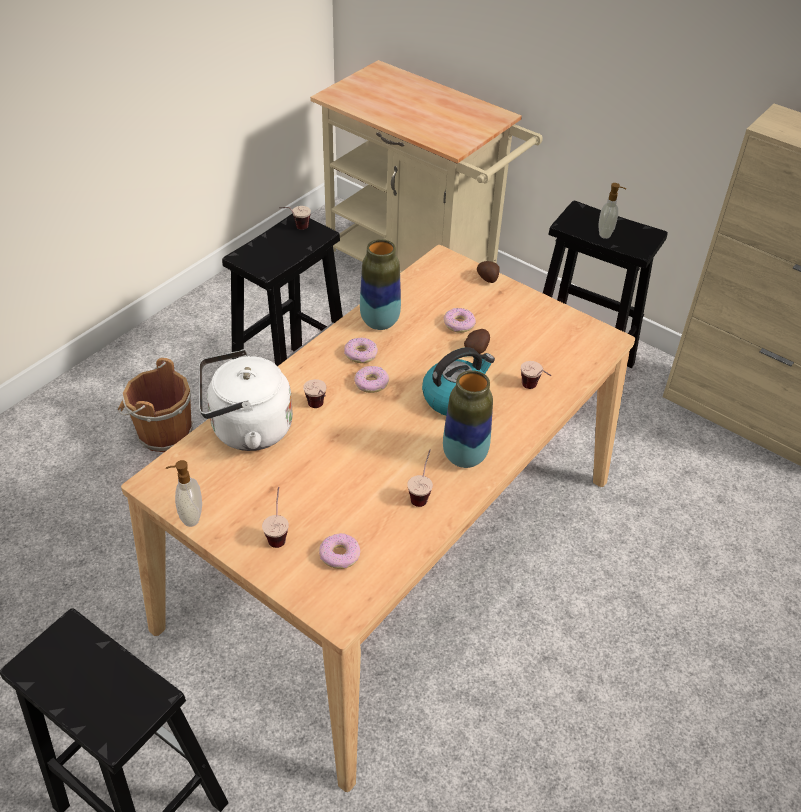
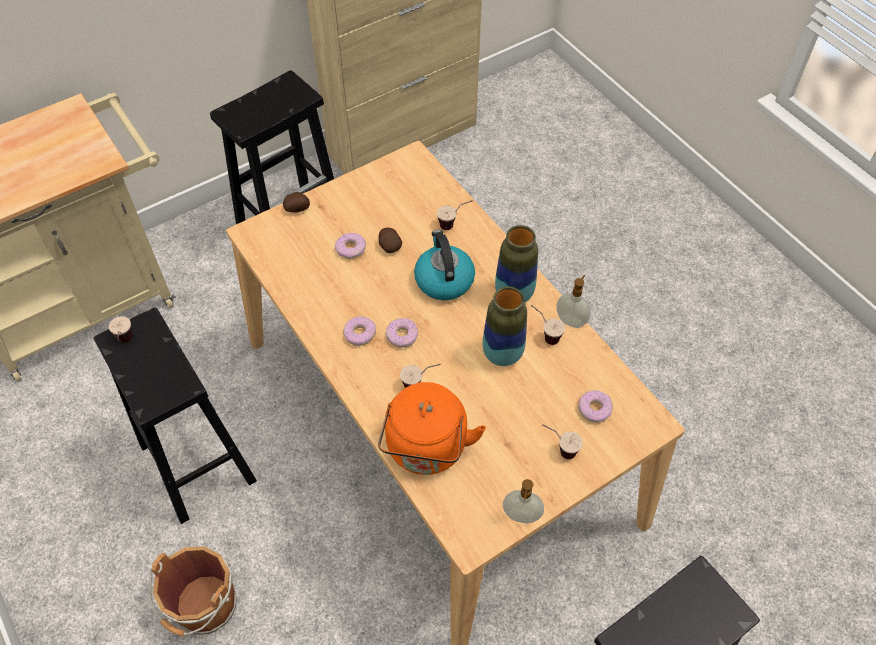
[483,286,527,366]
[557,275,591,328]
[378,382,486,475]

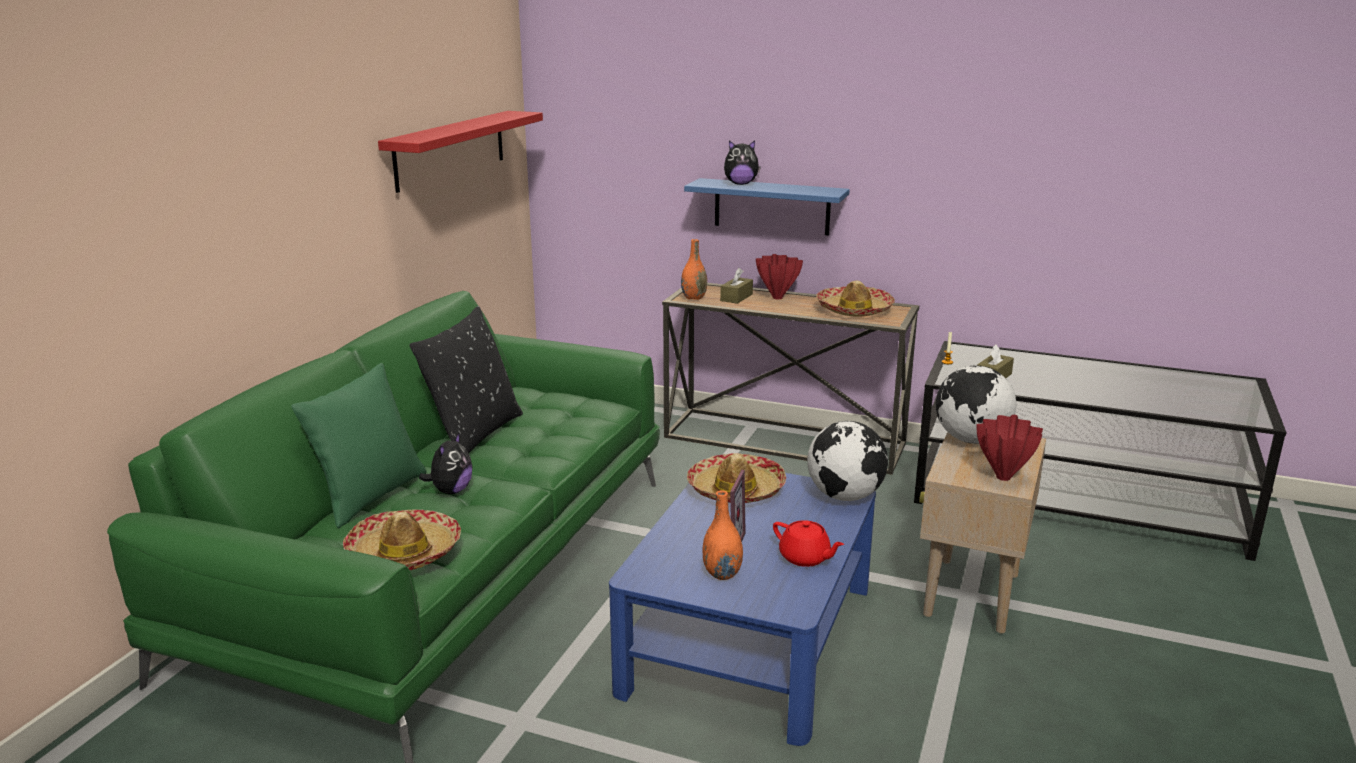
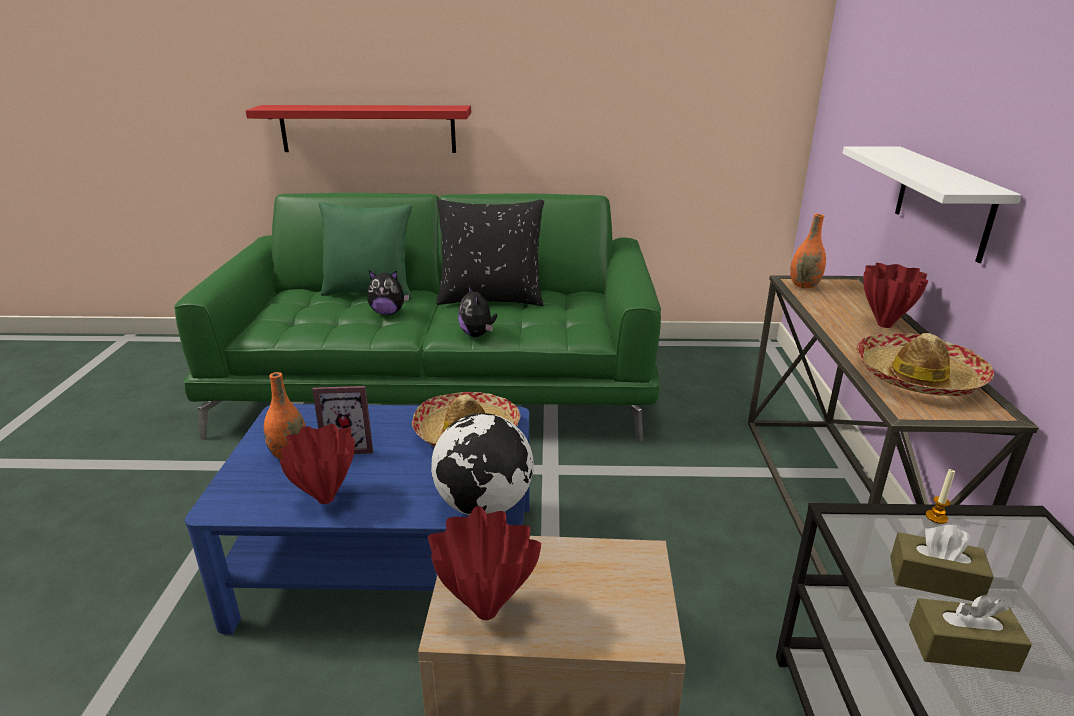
[343,509,461,570] (first image)
[936,366,1016,444] (first image)
[246,105,471,153]
[909,595,1032,672]
[458,285,497,337]
[280,424,355,504]
[842,146,1021,263]

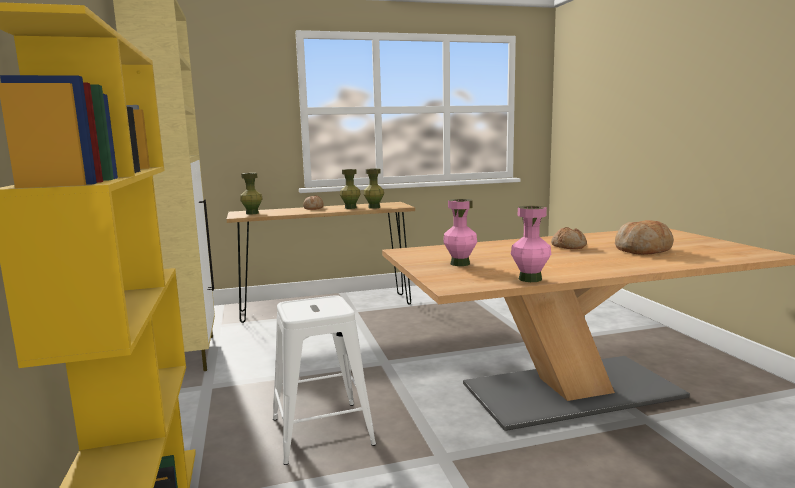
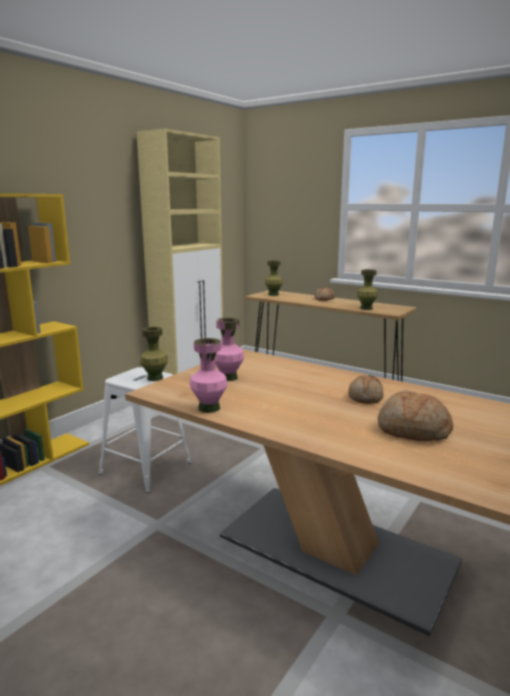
[140,327,168,381]

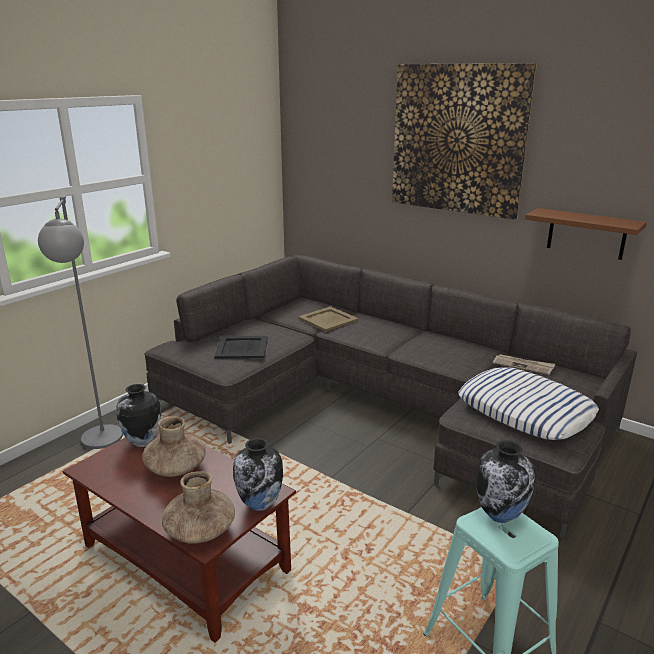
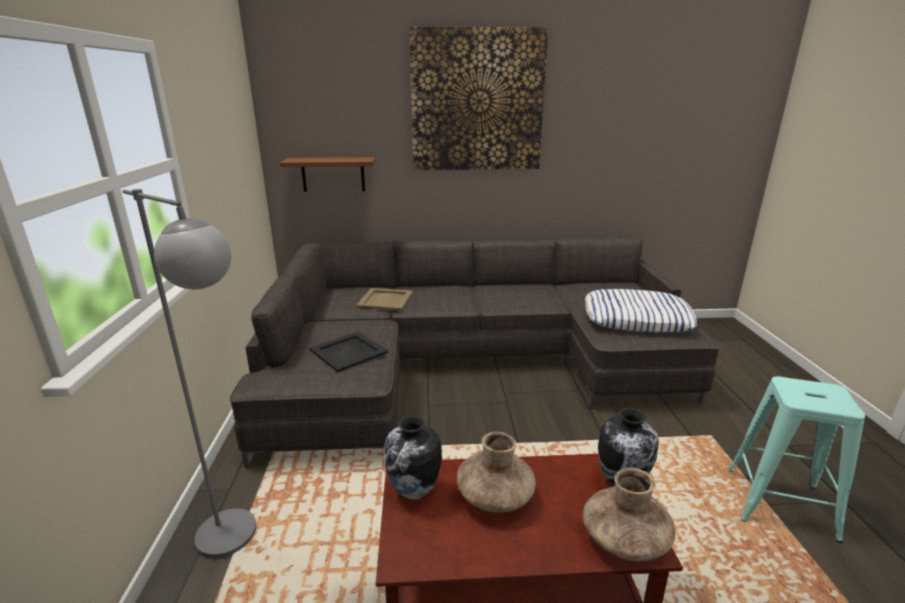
[476,440,536,523] (first image)
[493,354,555,375] (first image)
[280,157,376,192]

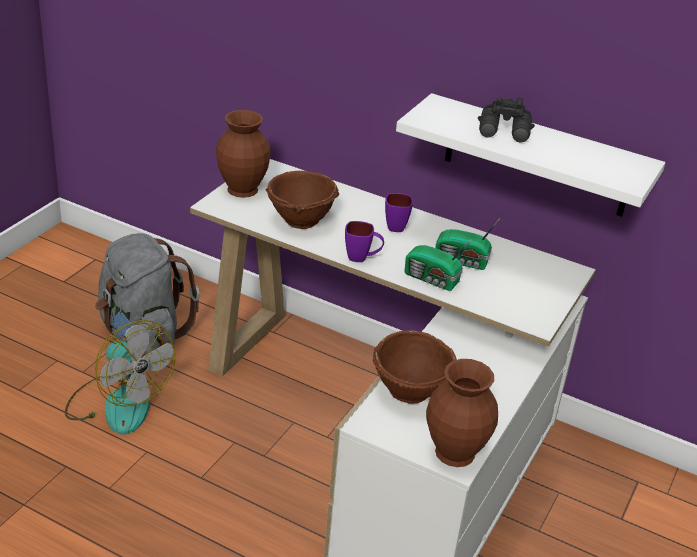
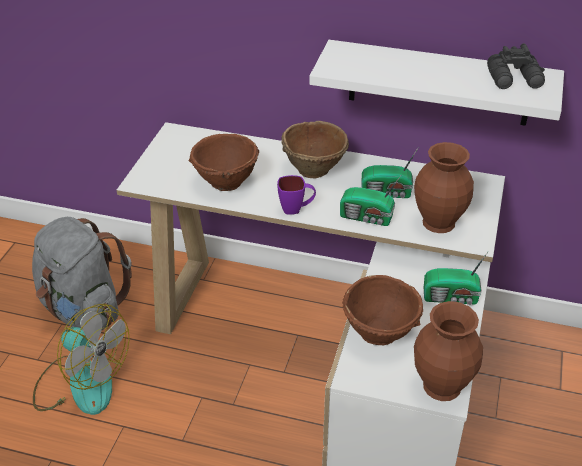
[424,252,488,305]
[414,142,474,233]
[487,43,545,89]
[281,121,349,178]

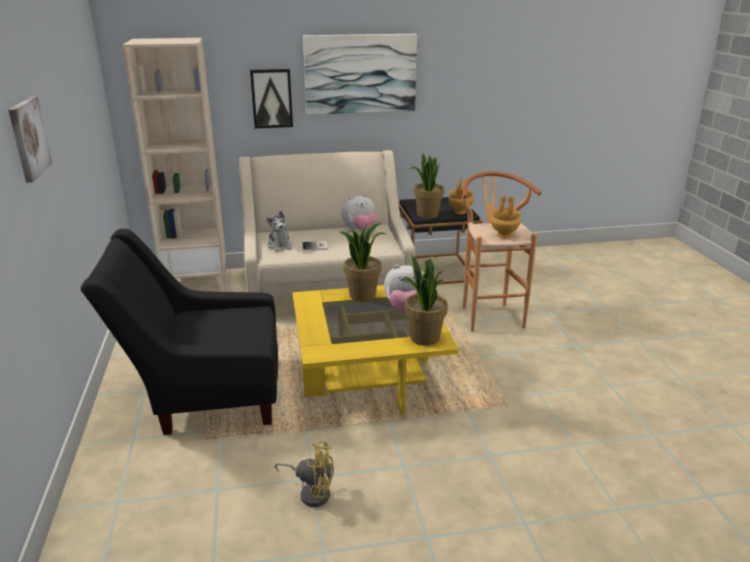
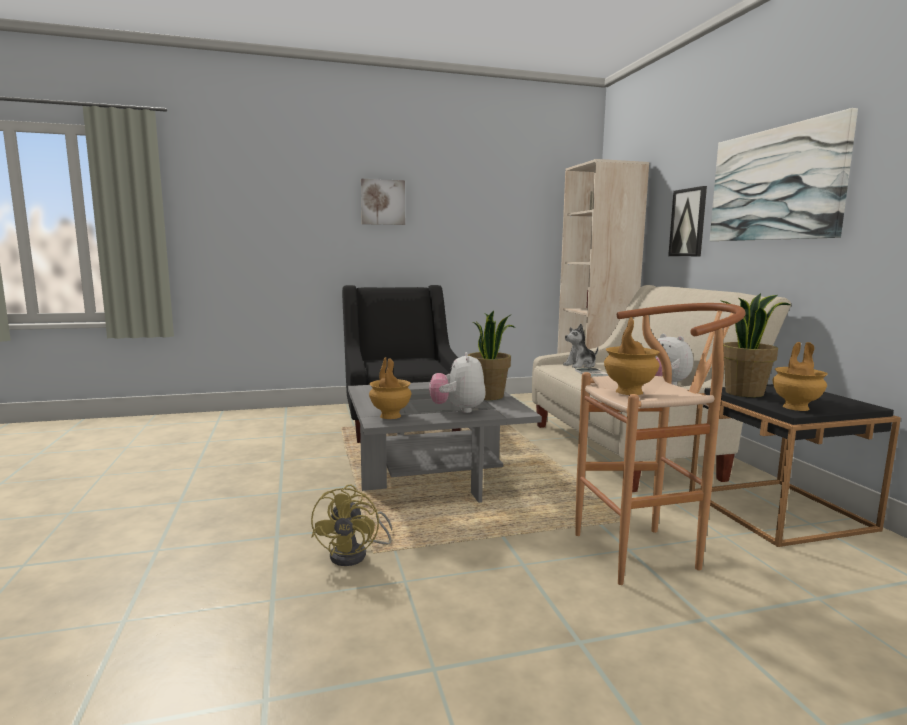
[311,484,392,566]
[369,357,411,419]
[348,382,542,503]

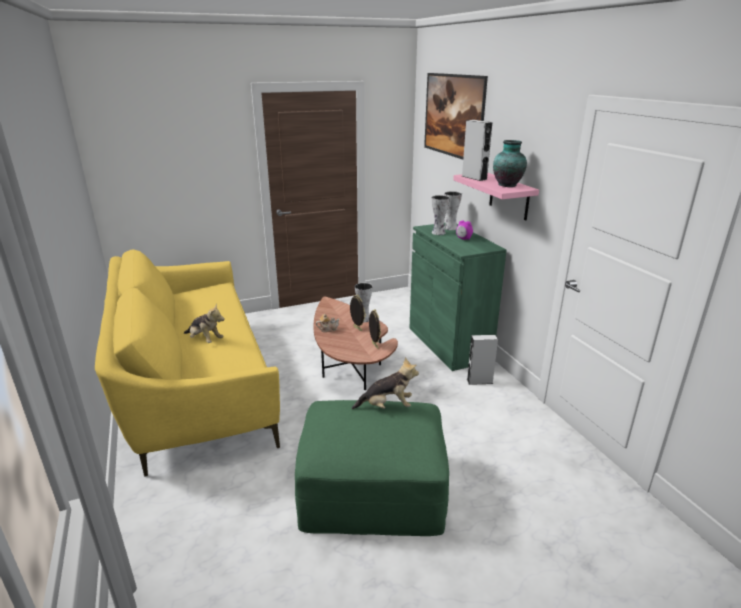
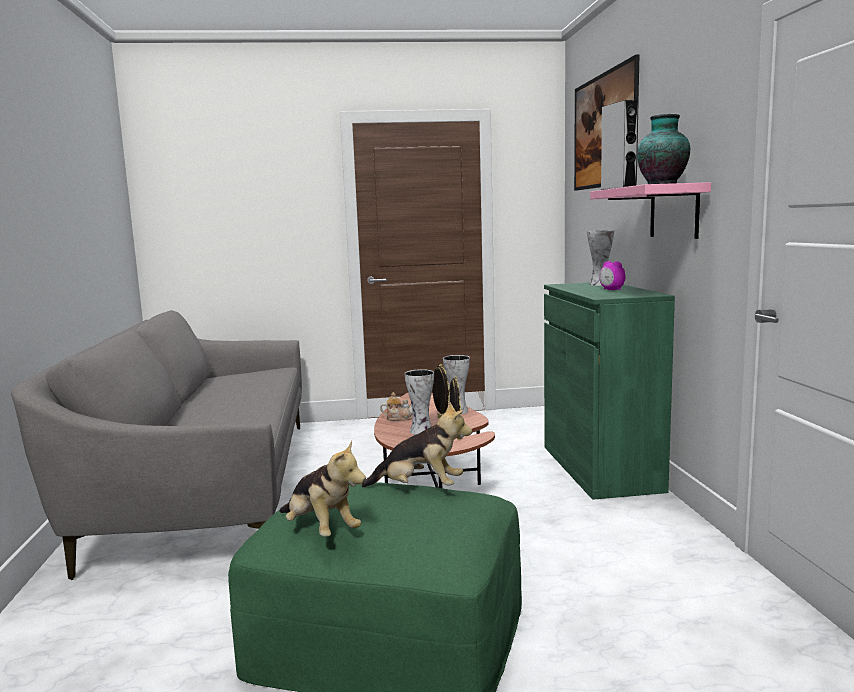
[467,335,498,385] (first image)
[280,440,366,537]
[404,369,434,435]
[11,310,302,580]

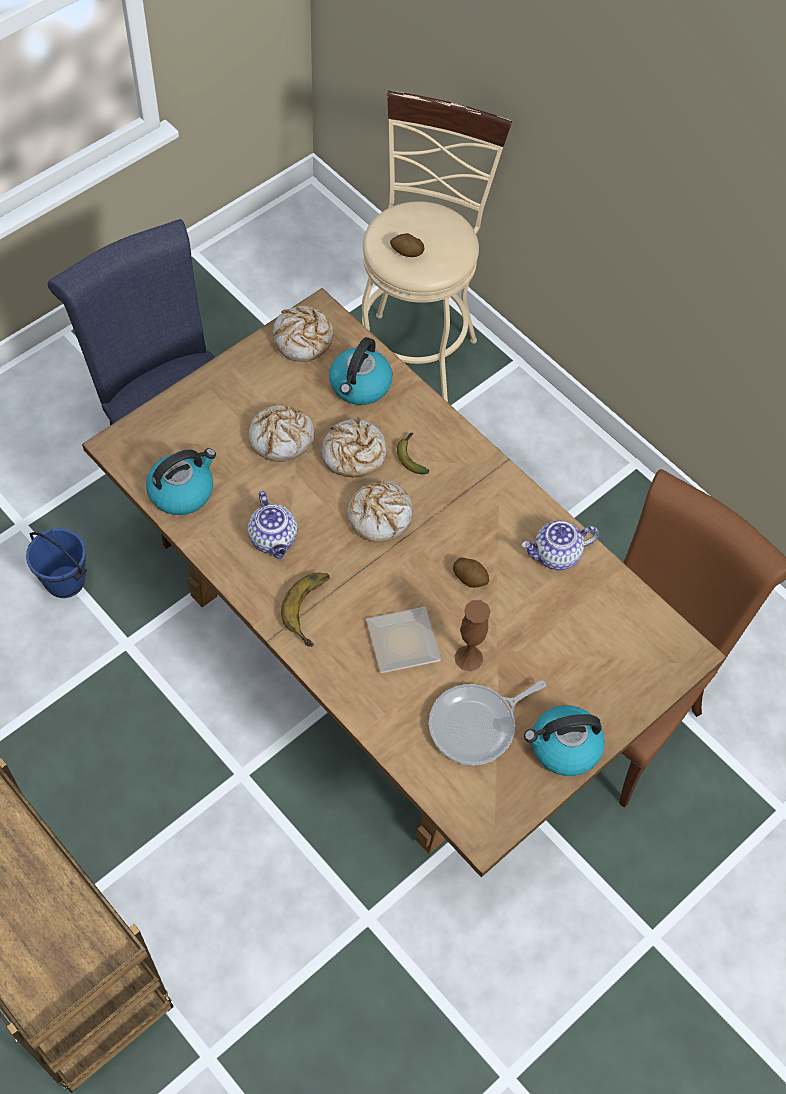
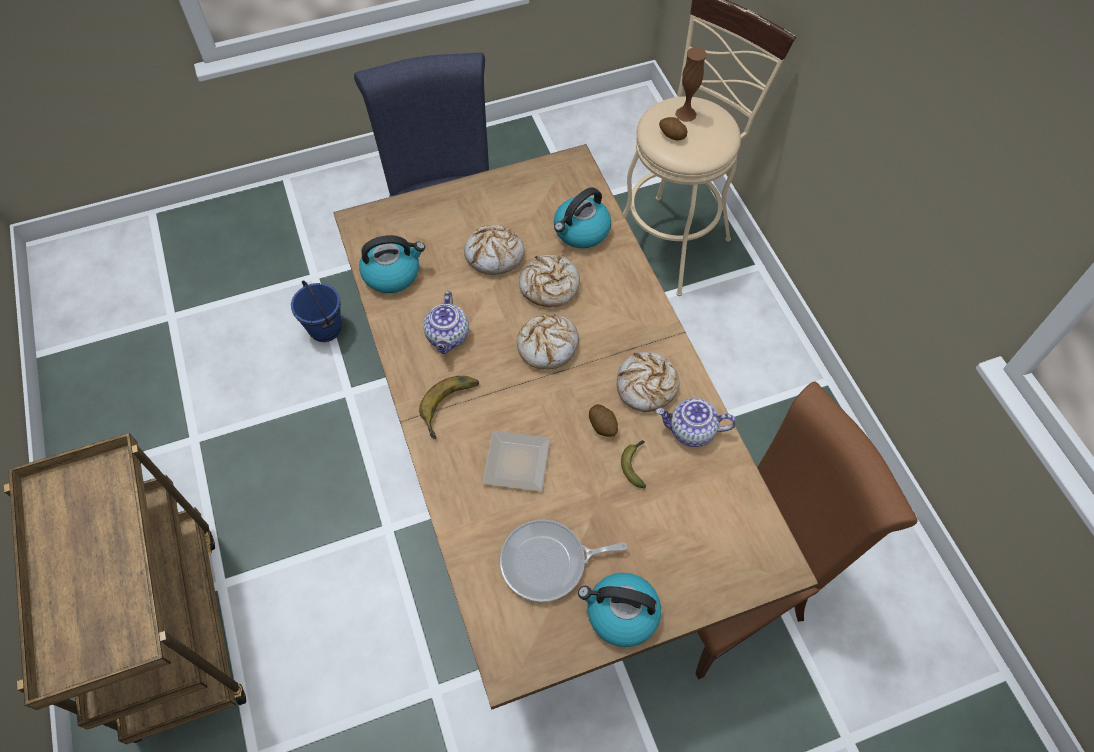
[617,352,679,412]
[621,440,646,488]
[675,47,706,122]

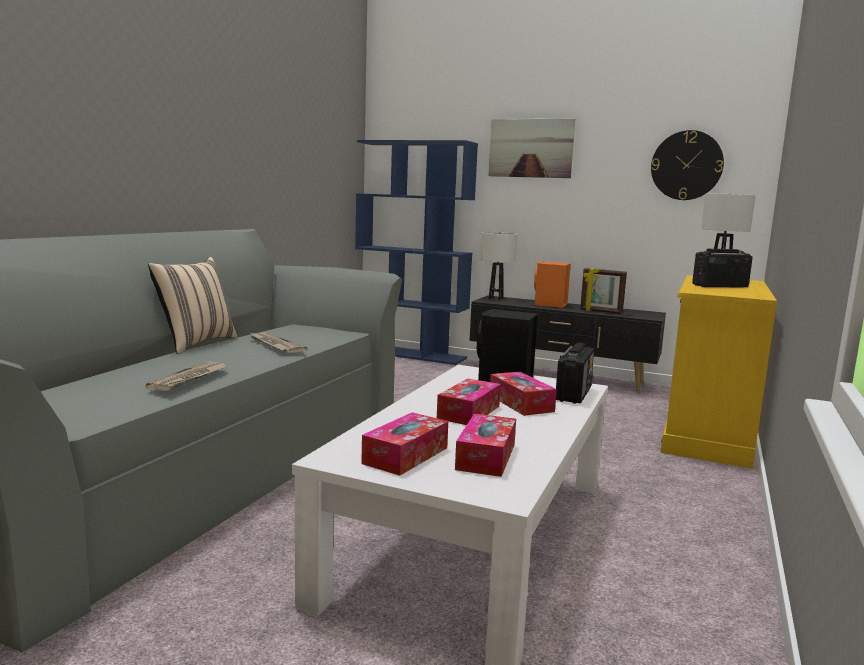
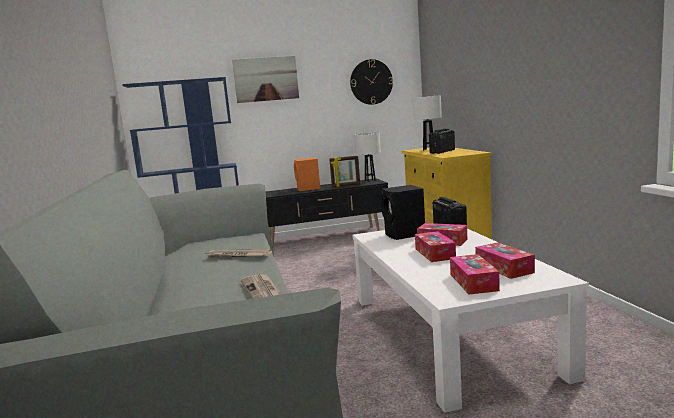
[148,257,237,354] (first image)
[354,133,381,182]

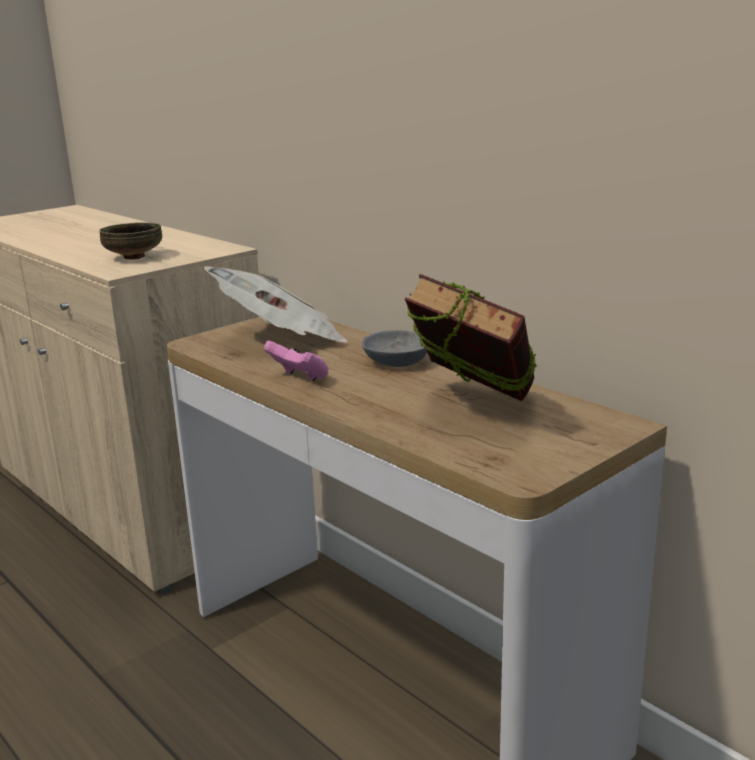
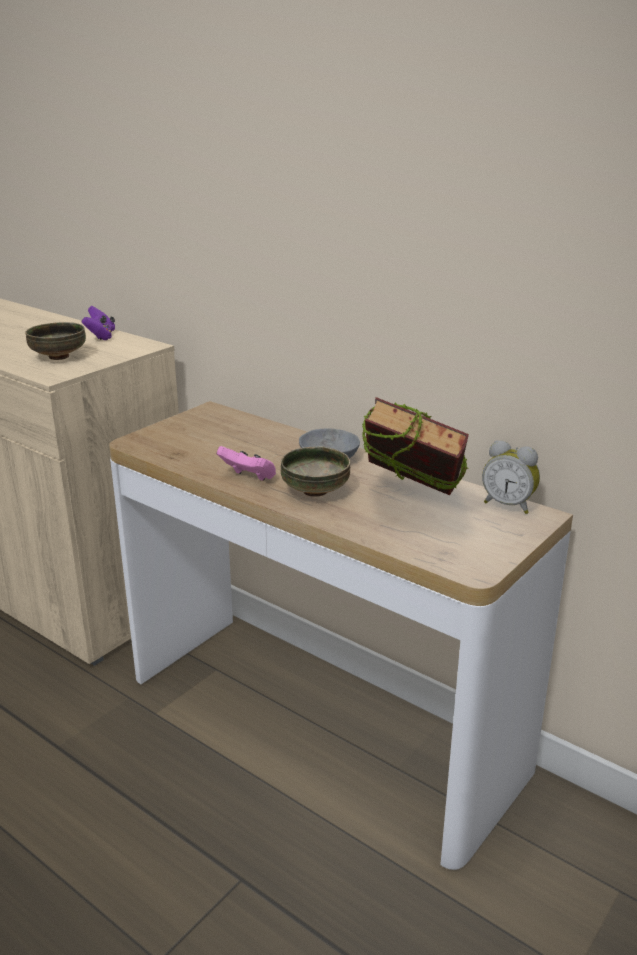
[204,266,348,342] (first image)
[82,306,115,340]
[281,446,350,497]
[482,440,540,514]

